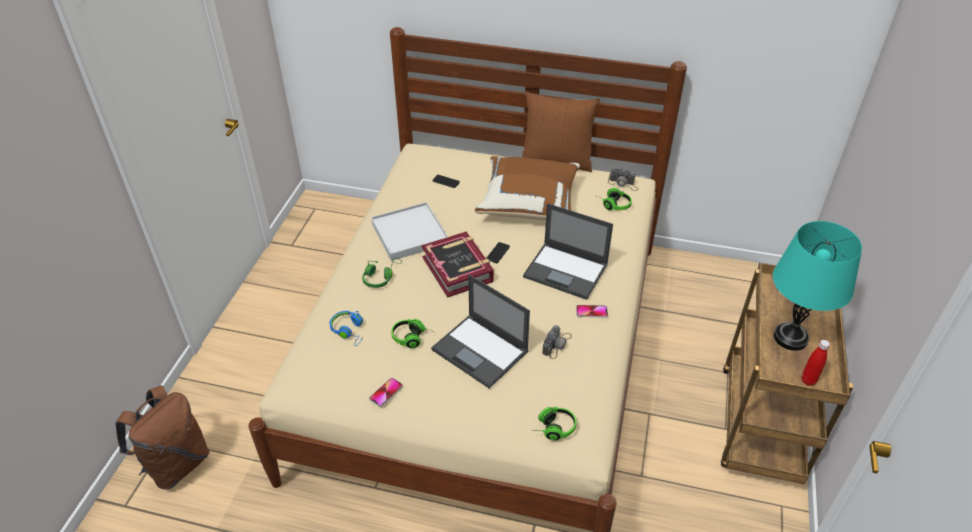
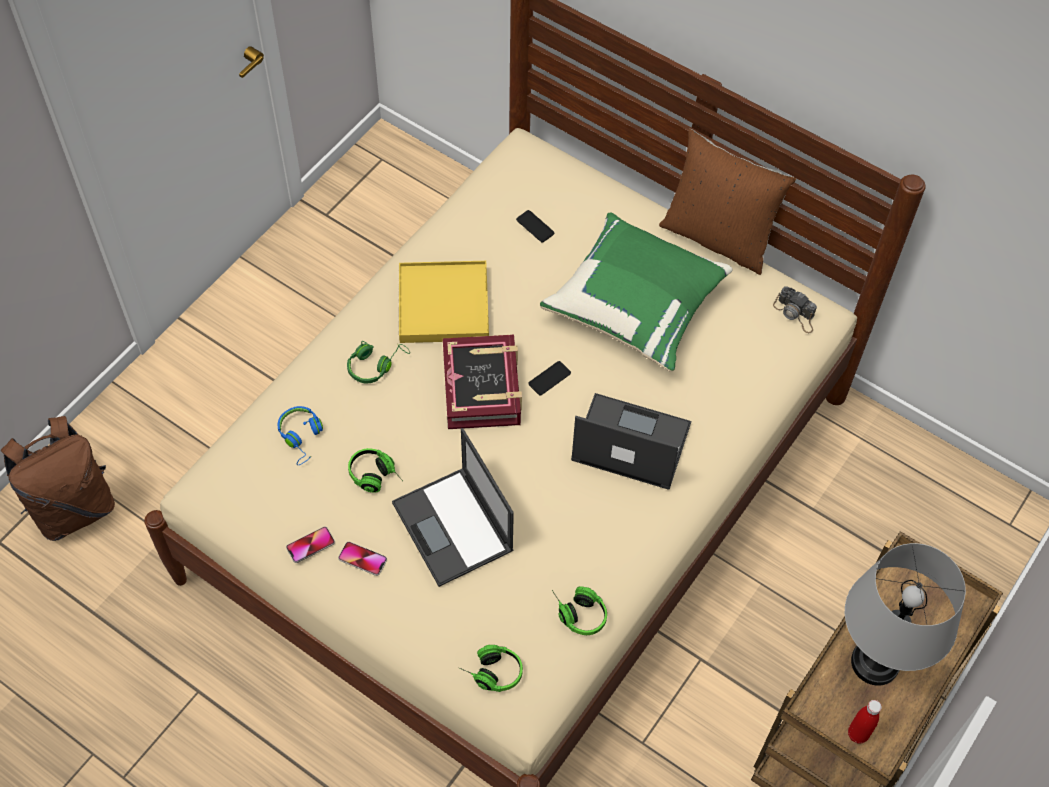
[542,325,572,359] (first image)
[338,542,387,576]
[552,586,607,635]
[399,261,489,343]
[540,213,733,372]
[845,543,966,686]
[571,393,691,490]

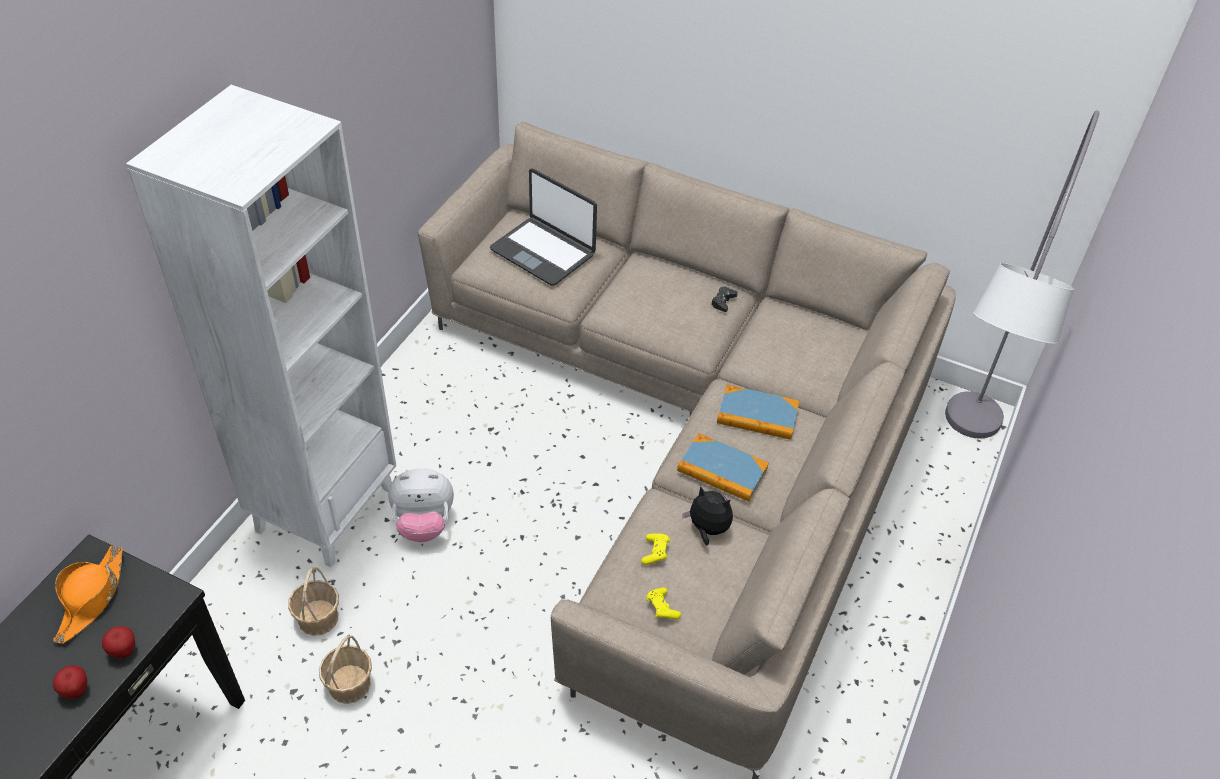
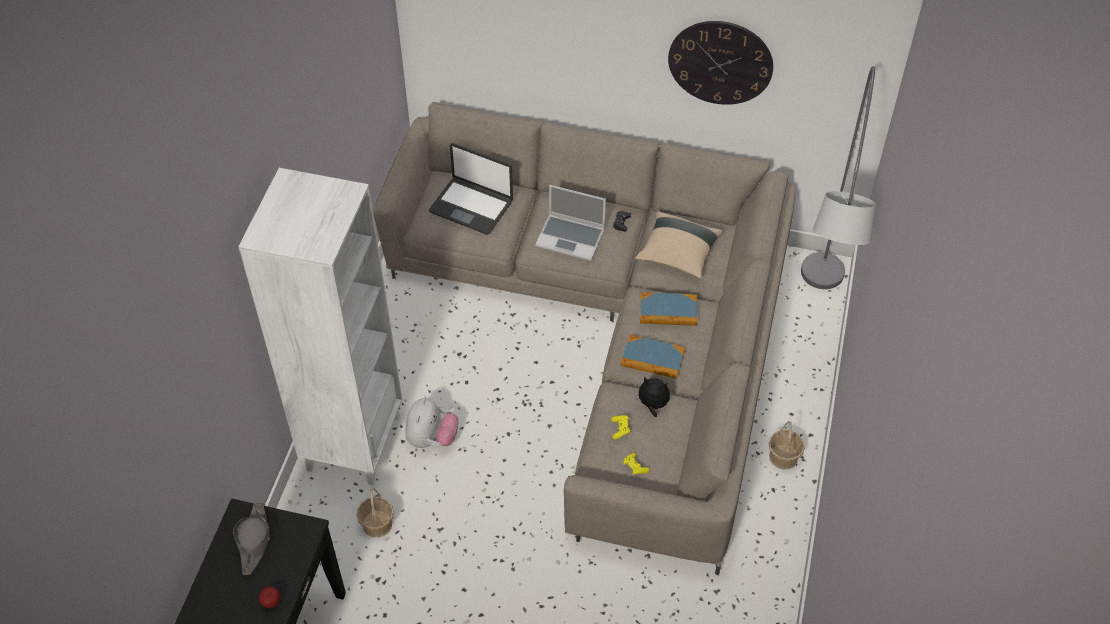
[102,626,135,658] (first image)
[535,185,606,261]
[635,211,722,279]
[668,21,773,105]
[768,421,805,469]
[233,503,270,575]
[405,398,459,448]

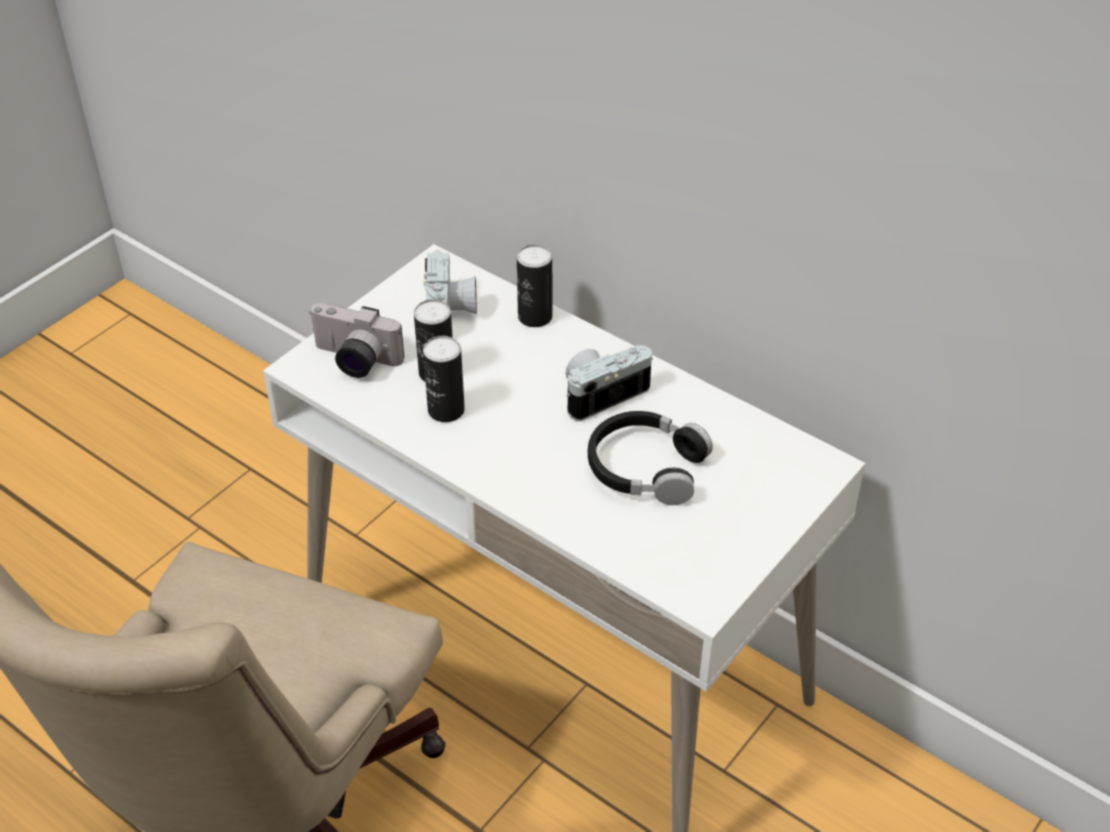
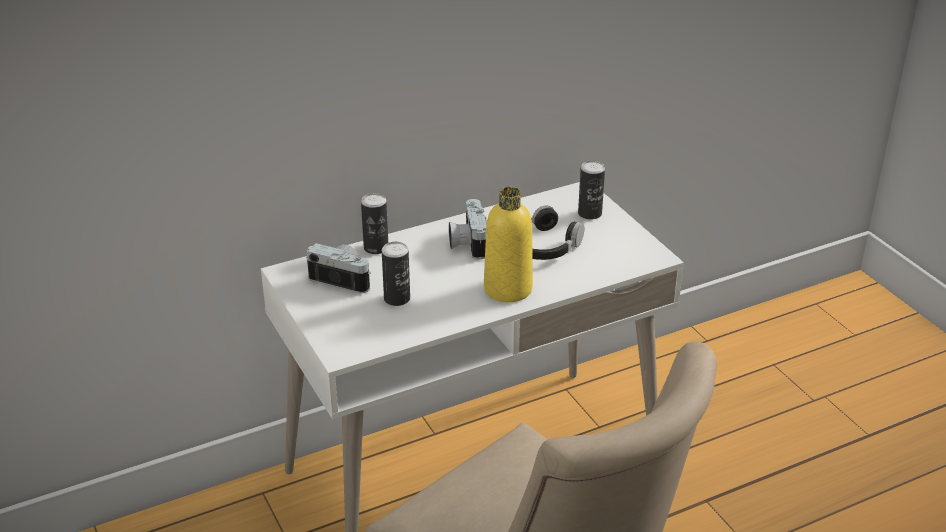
[309,303,404,378] (first image)
[484,187,533,302]
[578,161,605,220]

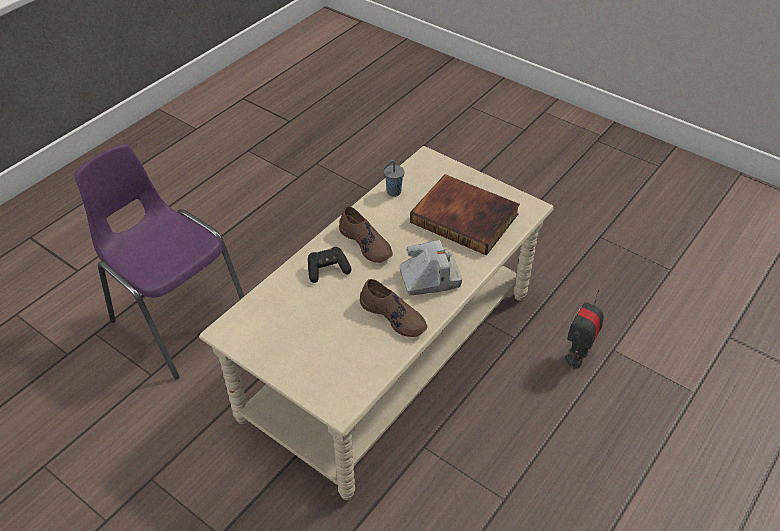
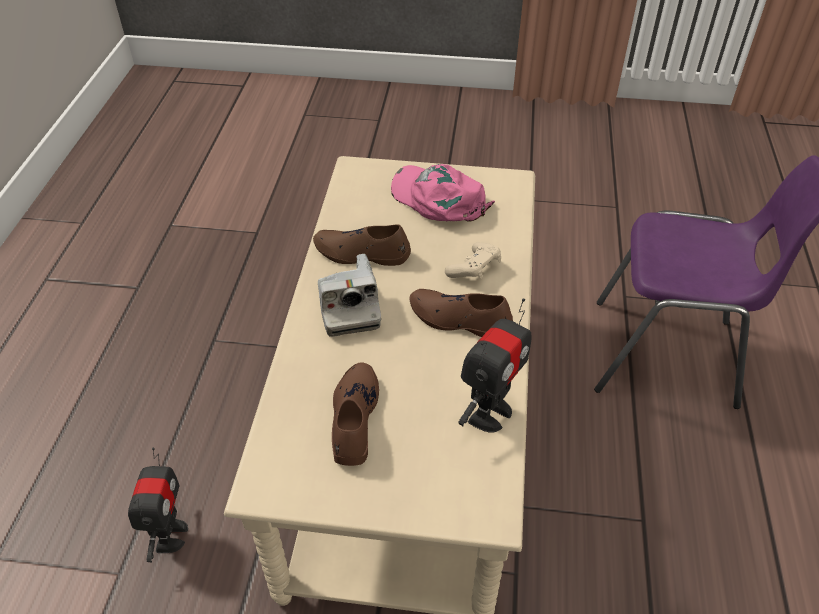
[391,164,495,222]
[458,298,532,433]
[332,362,379,466]
[445,242,501,279]
[318,254,381,337]

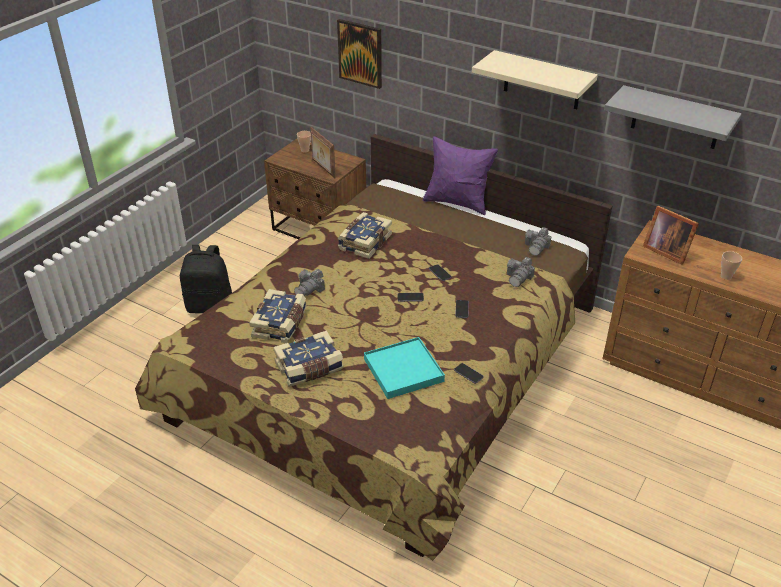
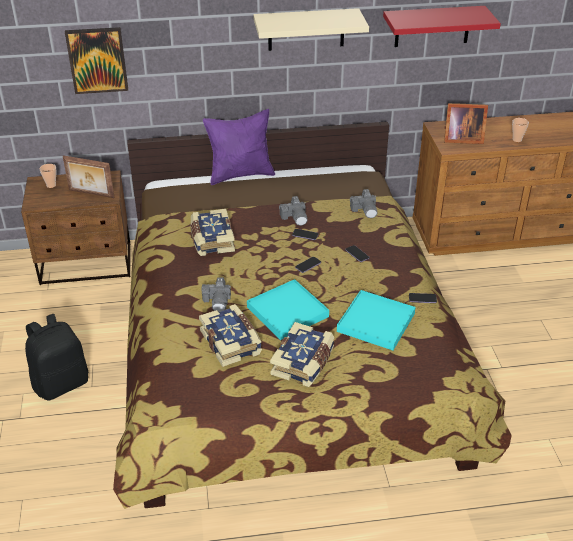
[247,279,329,340]
[279,196,308,226]
[383,6,501,47]

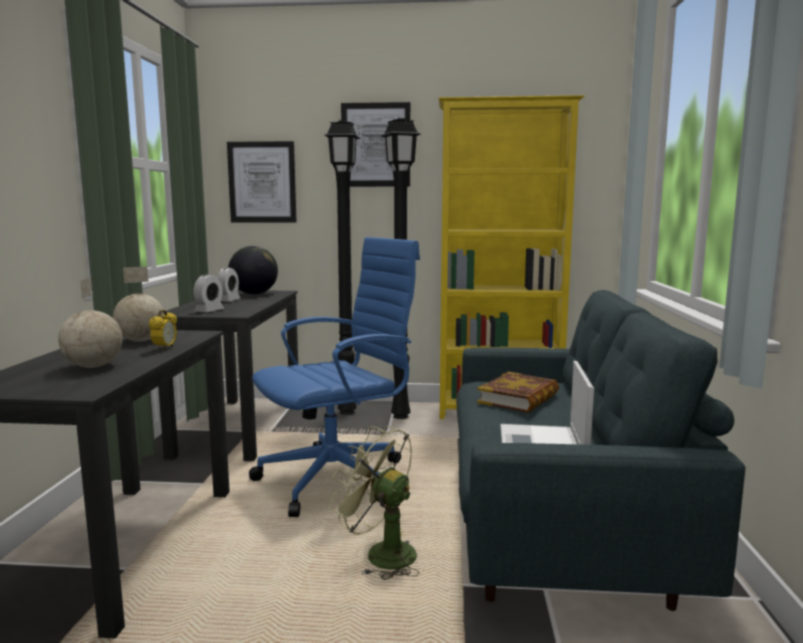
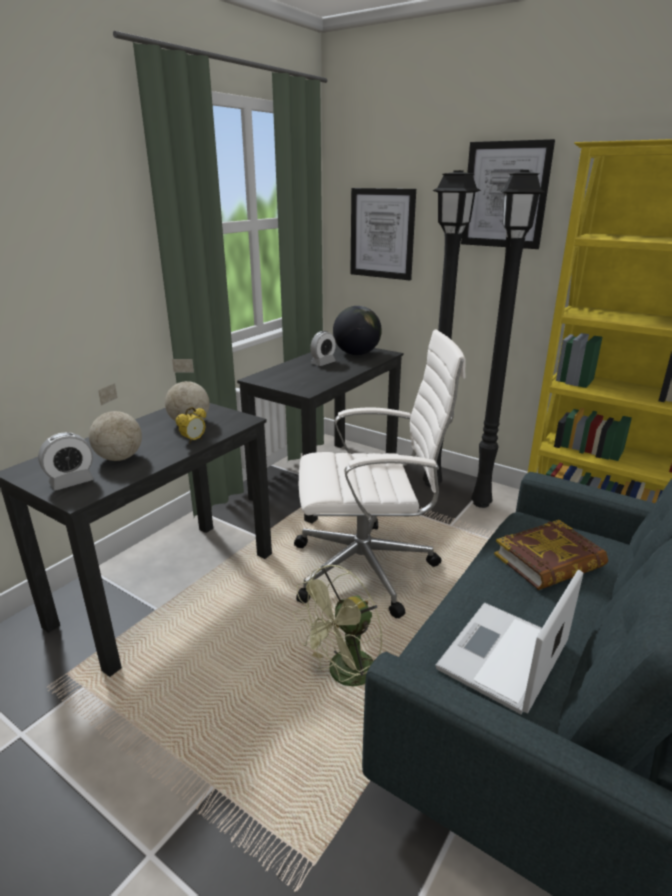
[38,432,94,491]
[294,330,466,619]
[293,565,383,686]

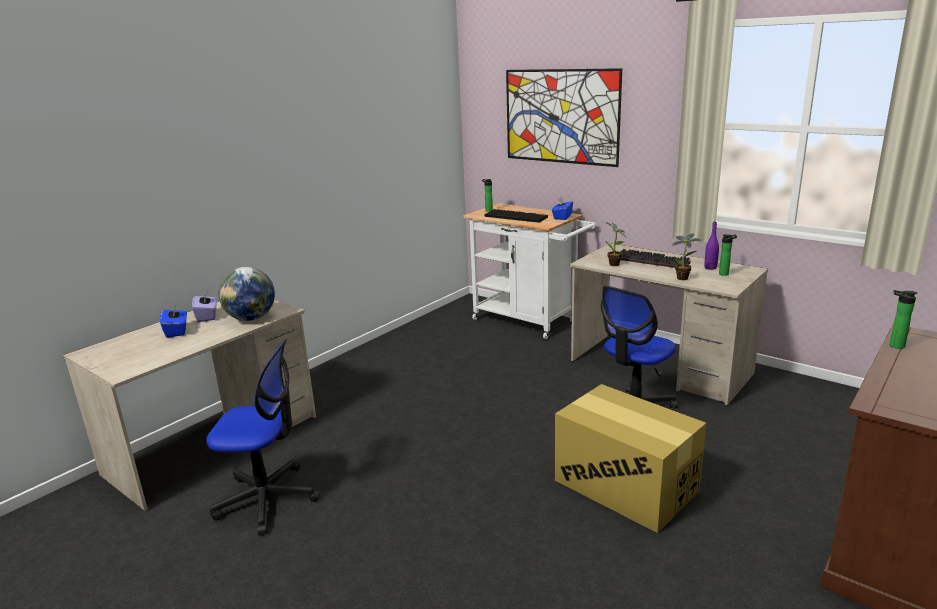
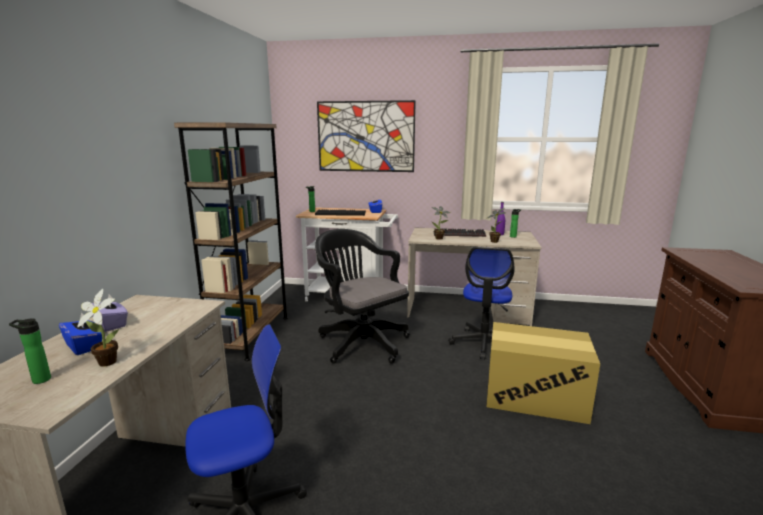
[219,267,275,321] (first image)
[77,289,119,367]
[174,122,288,361]
[315,229,410,364]
[9,318,51,384]

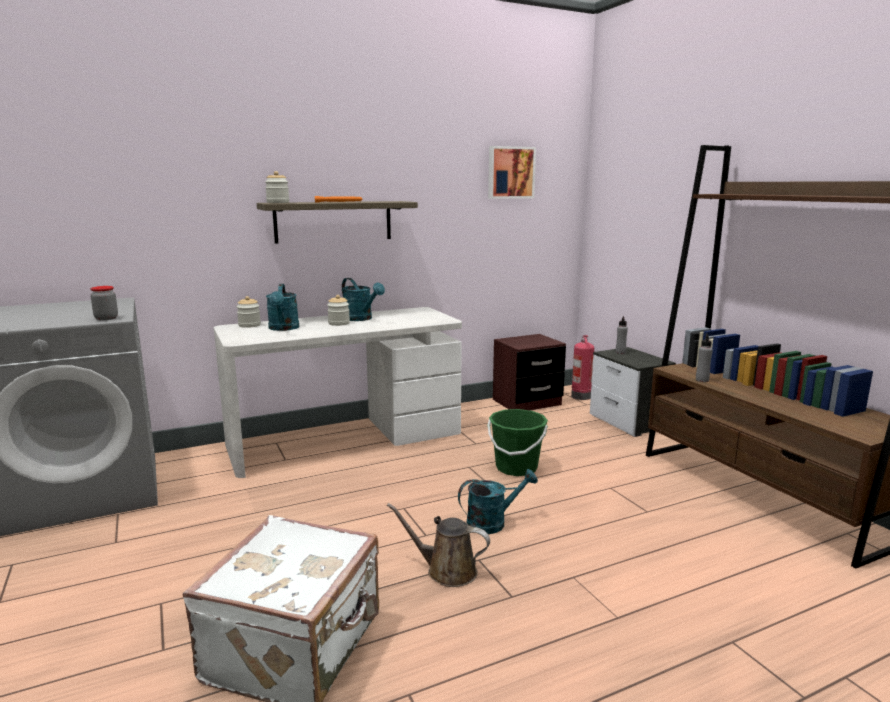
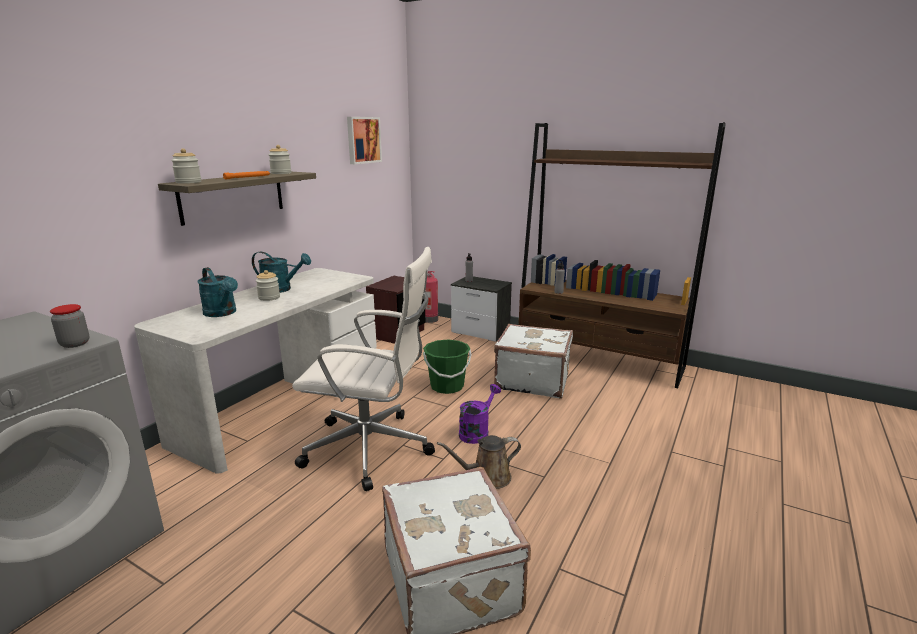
[292,247,435,491]
[494,324,573,398]
[268,145,291,174]
[459,384,501,444]

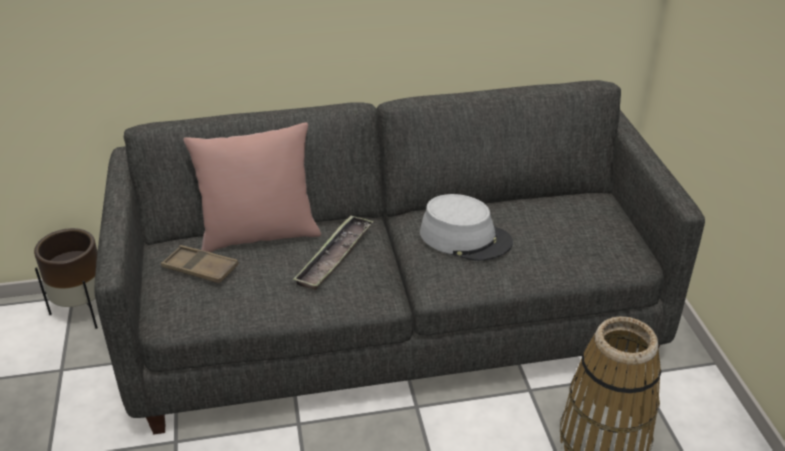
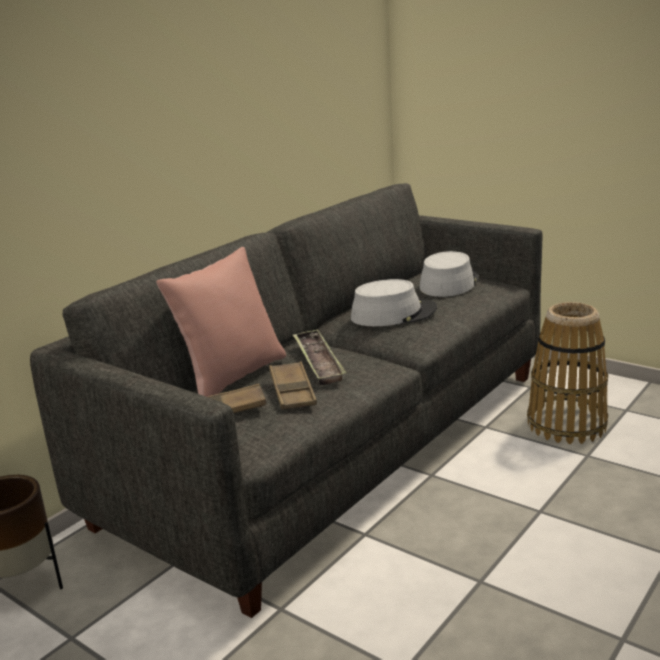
[269,361,317,410]
[420,251,479,297]

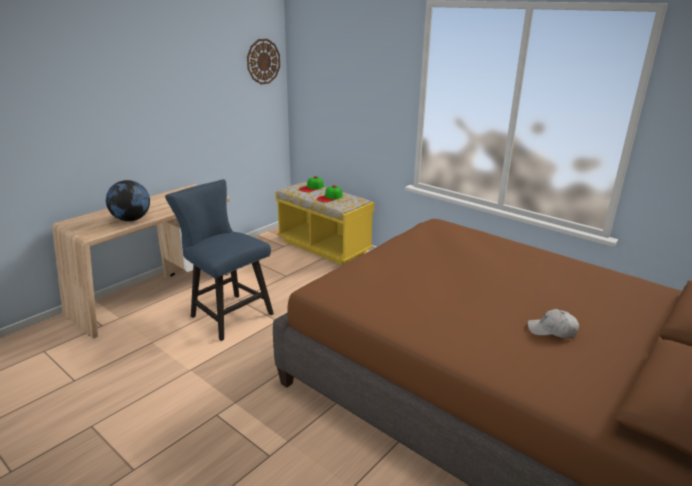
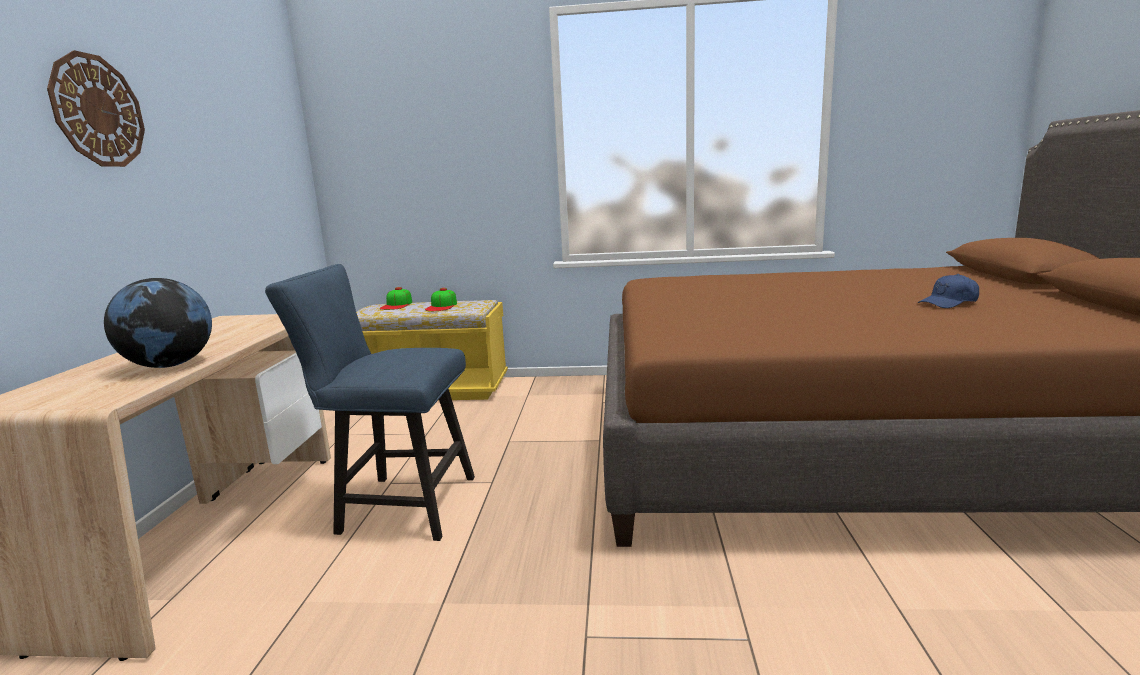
[47,50,145,167]
[918,274,979,308]

